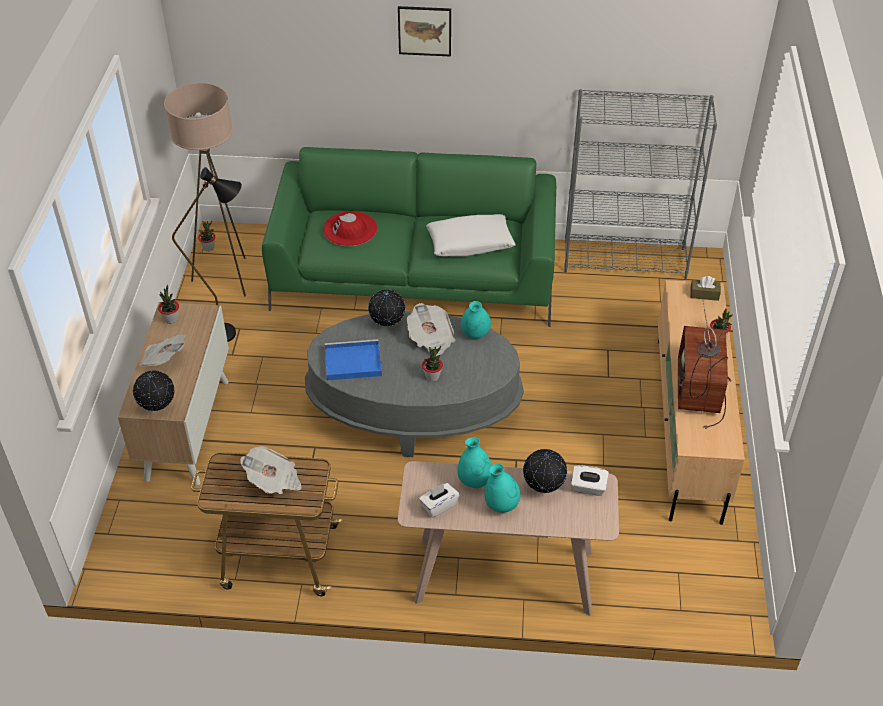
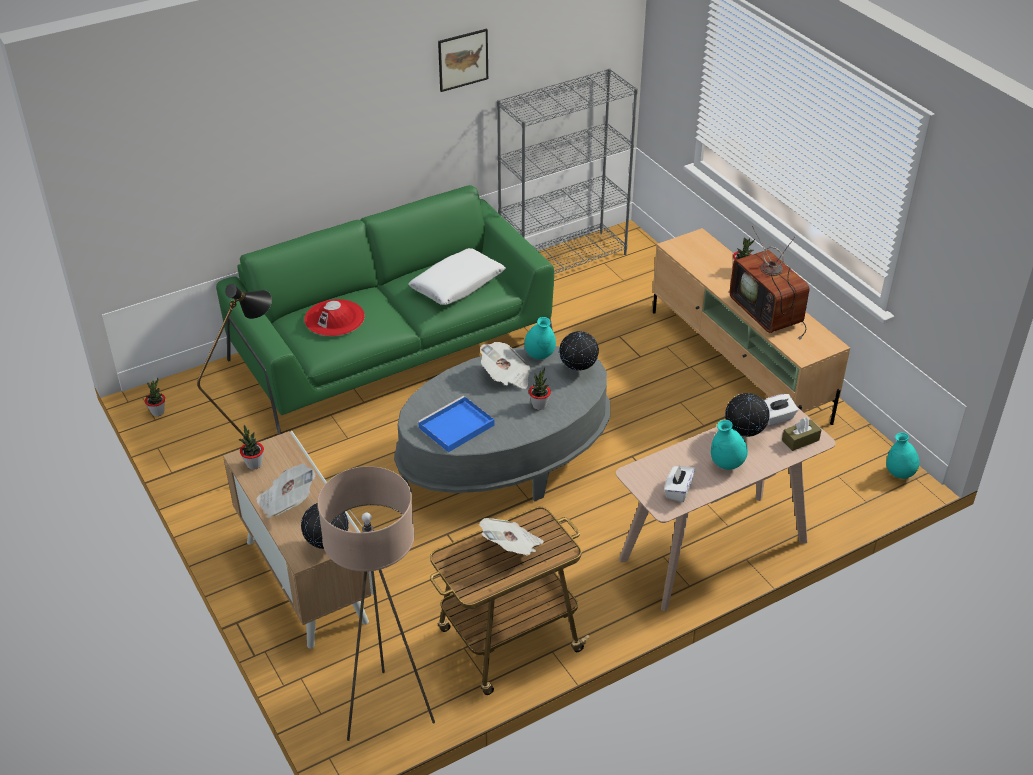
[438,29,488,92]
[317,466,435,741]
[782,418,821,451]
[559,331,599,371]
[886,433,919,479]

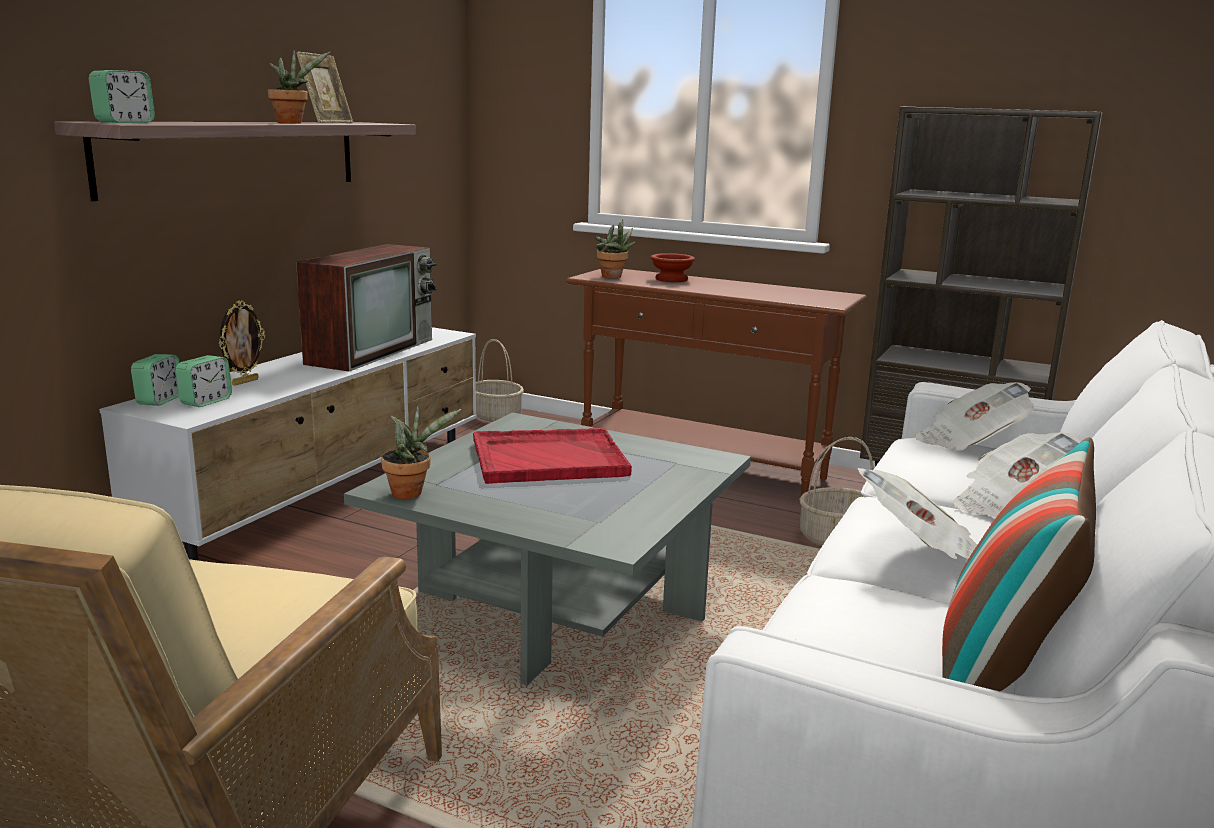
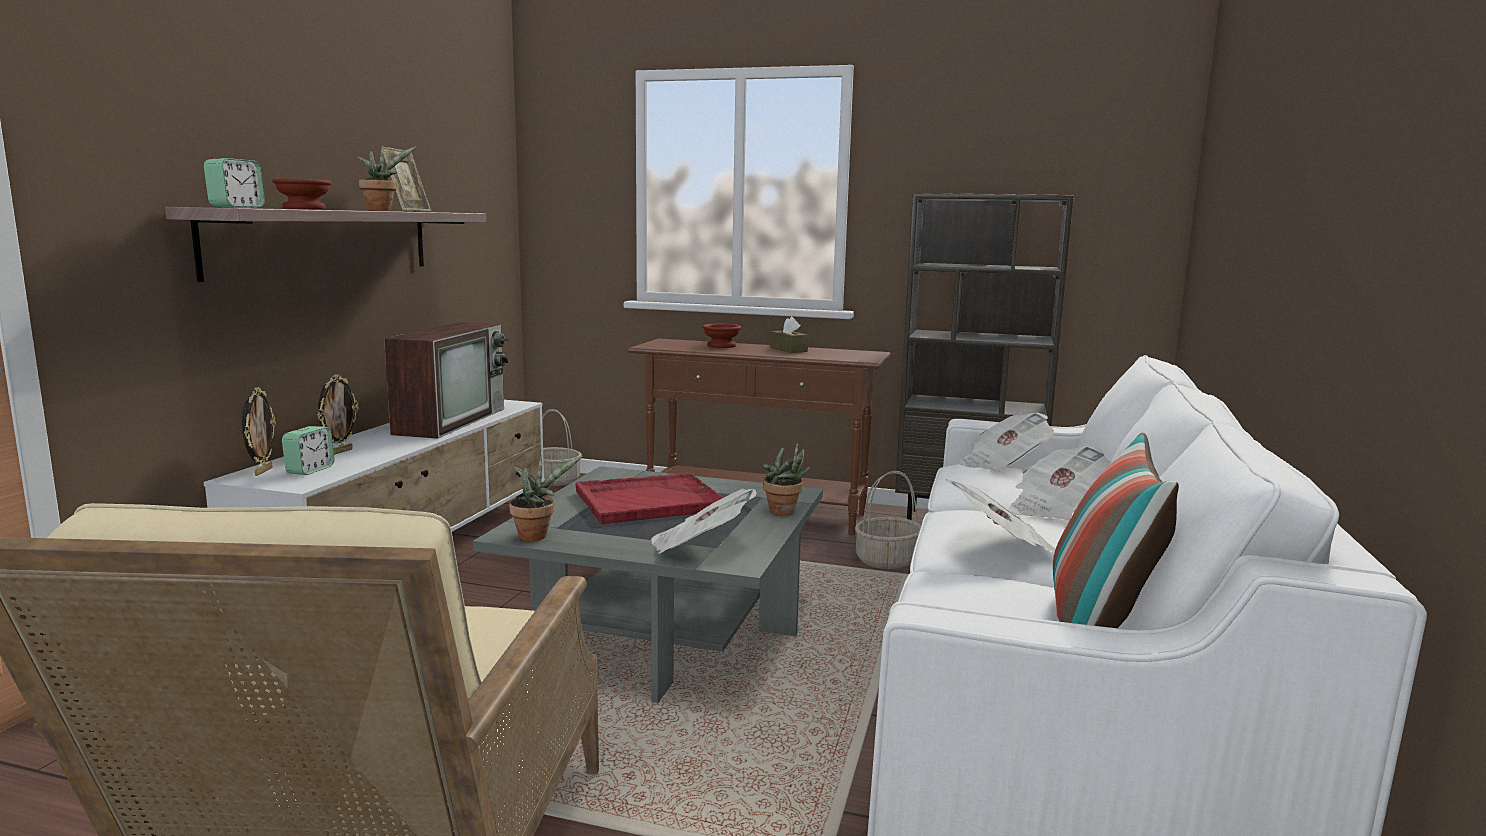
[763,442,811,515]
[242,387,276,476]
[272,179,332,209]
[771,317,808,353]
[651,489,756,554]

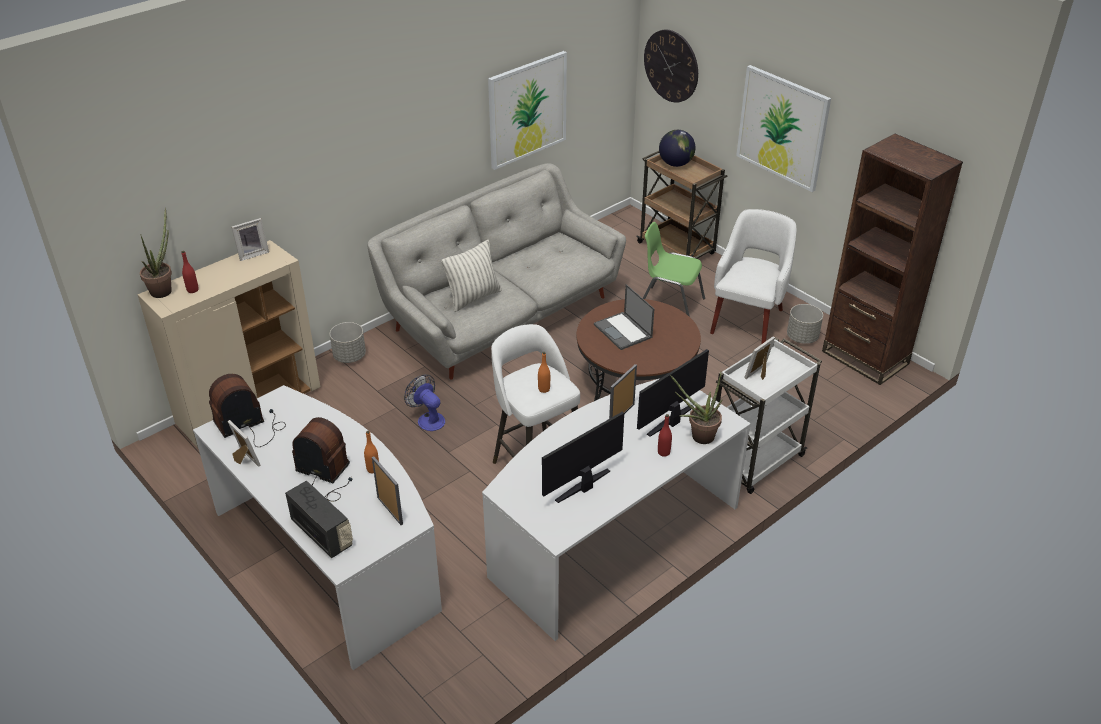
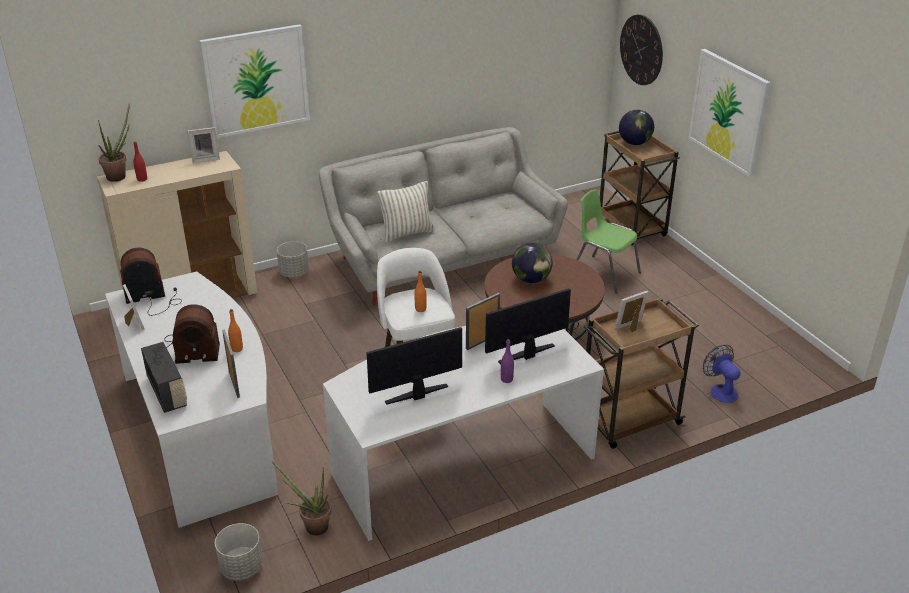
[200,24,310,138]
[822,134,963,385] (first image)
[710,209,797,344] (first image)
[512,242,553,283]
[215,523,263,580]
[584,297,699,449]
[272,462,332,536]
[703,345,741,403]
[501,339,514,383]
[164,304,220,364]

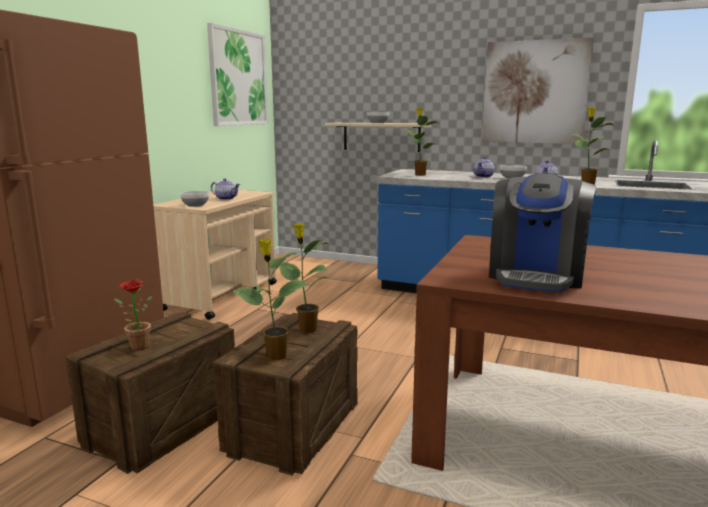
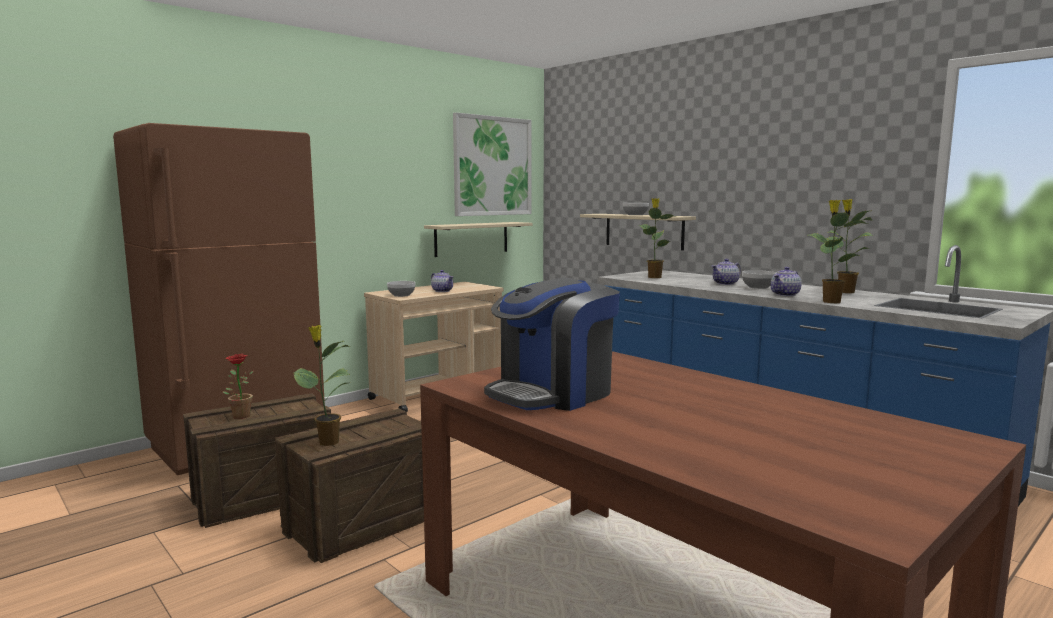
[482,37,594,144] (first image)
[826,199,873,293]
[424,222,533,257]

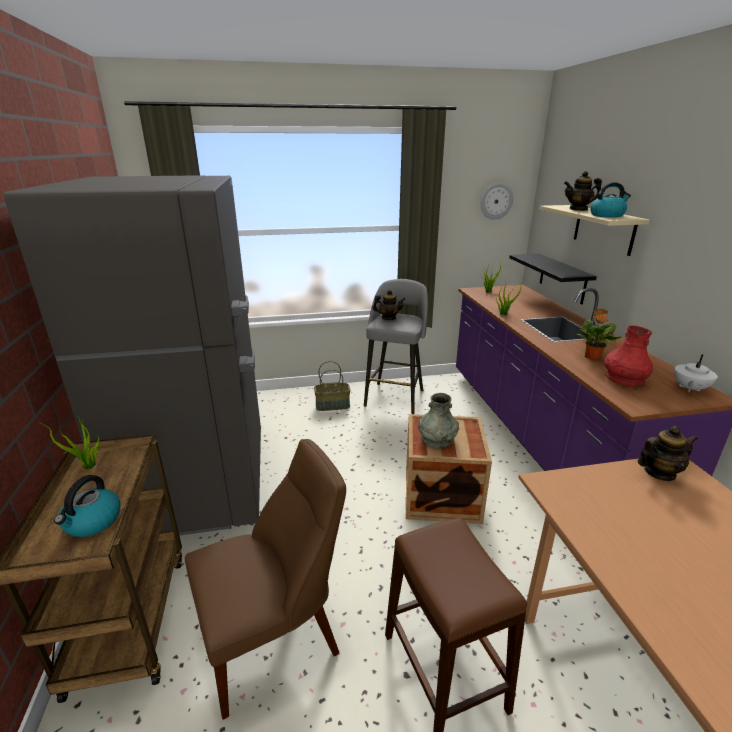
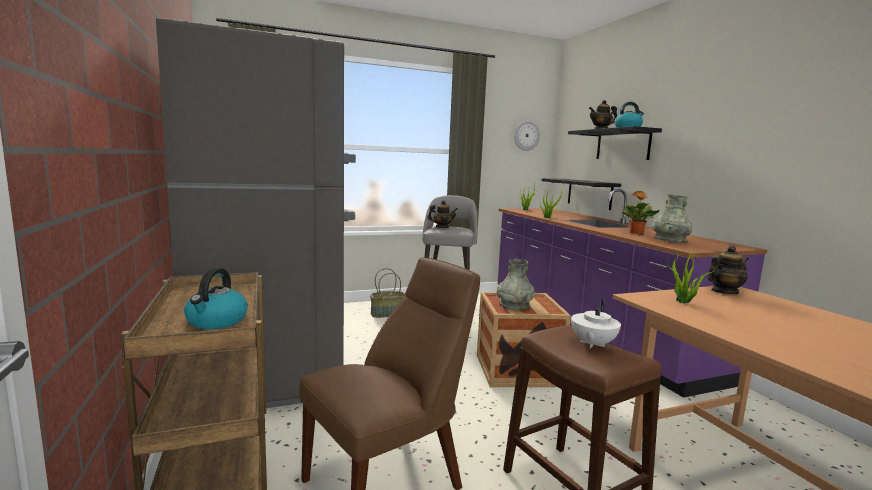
[568,126,662,160]
[652,194,693,243]
[571,298,621,349]
[667,244,717,303]

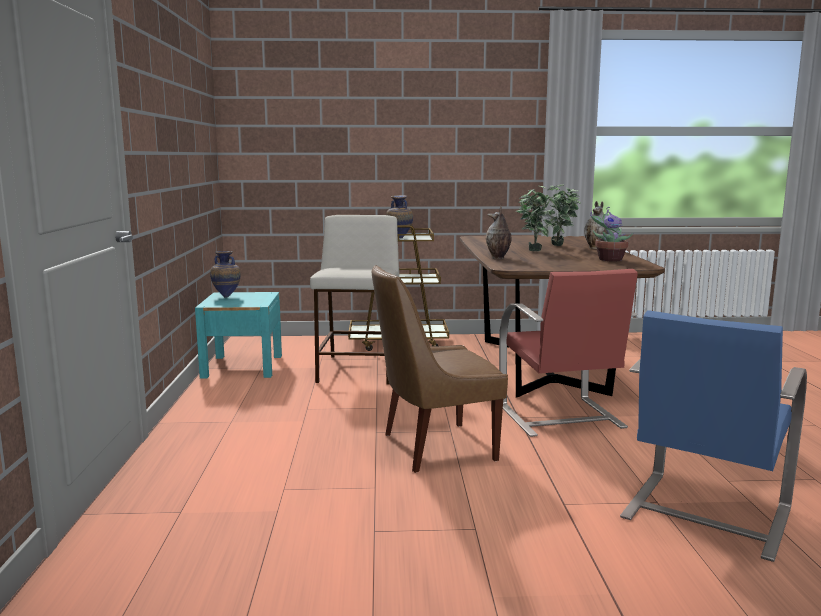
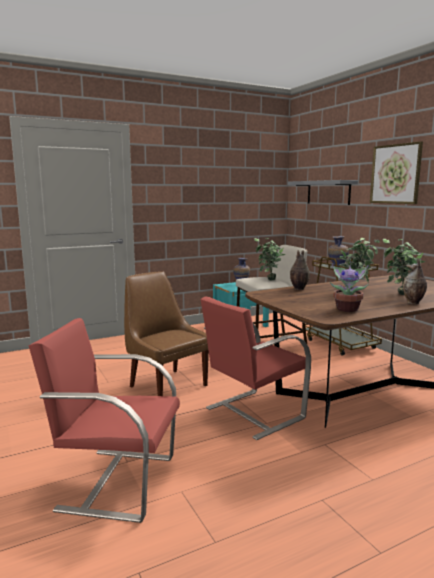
[29,318,180,523]
[370,141,423,204]
[288,180,358,205]
[254,238,286,280]

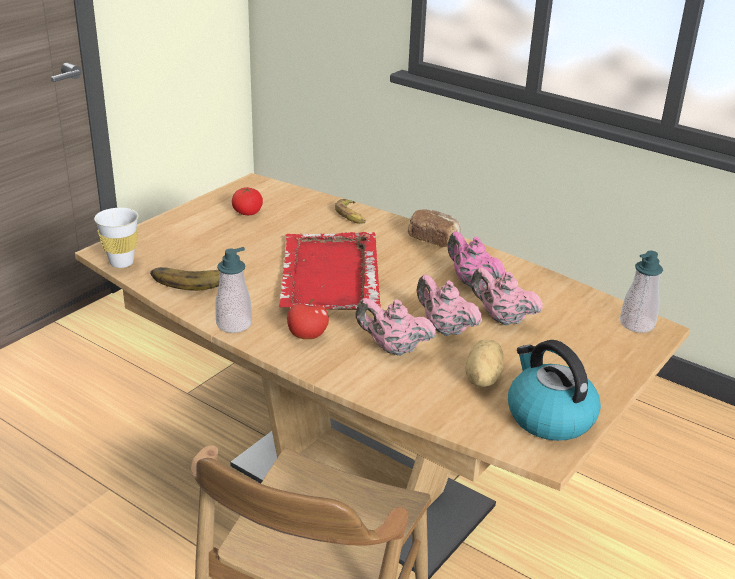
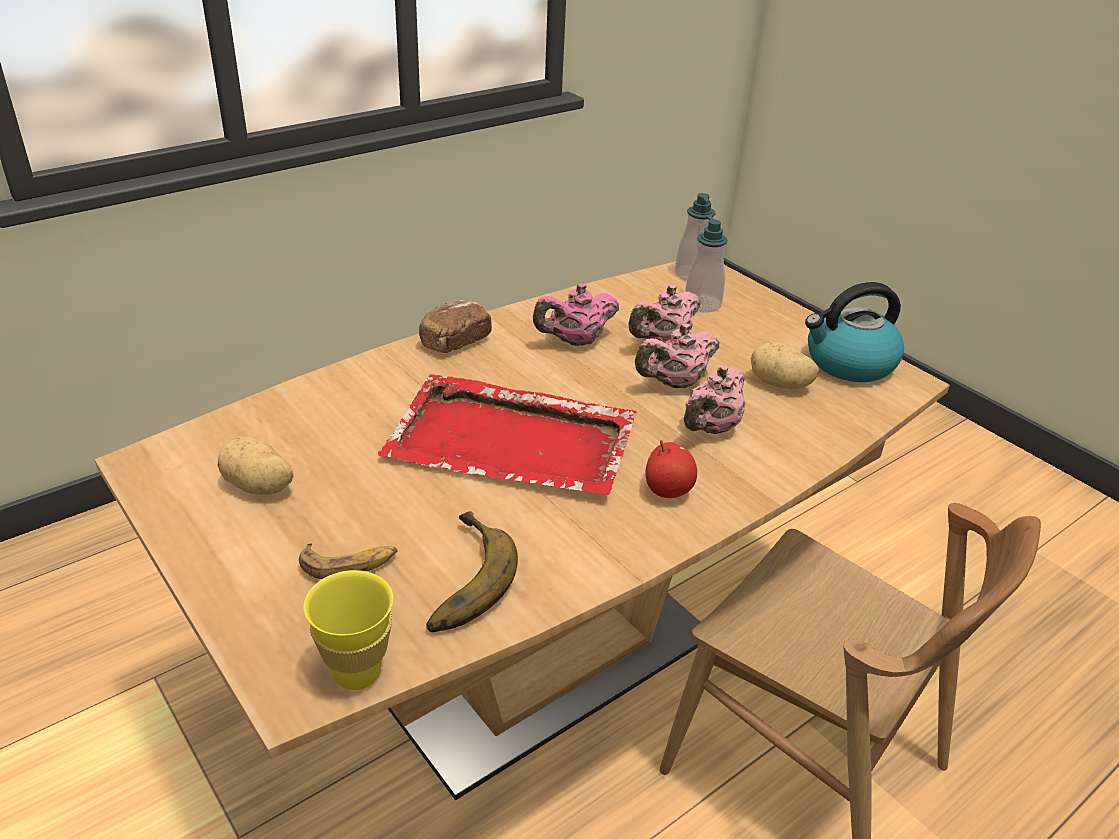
[218,436,294,495]
[299,543,397,579]
[303,570,393,690]
[685,215,727,312]

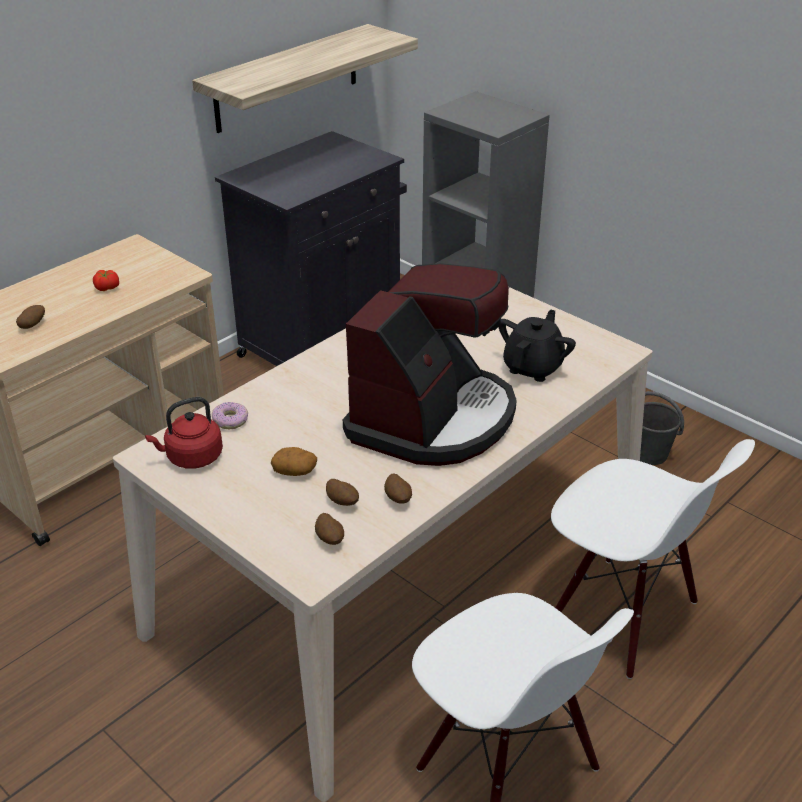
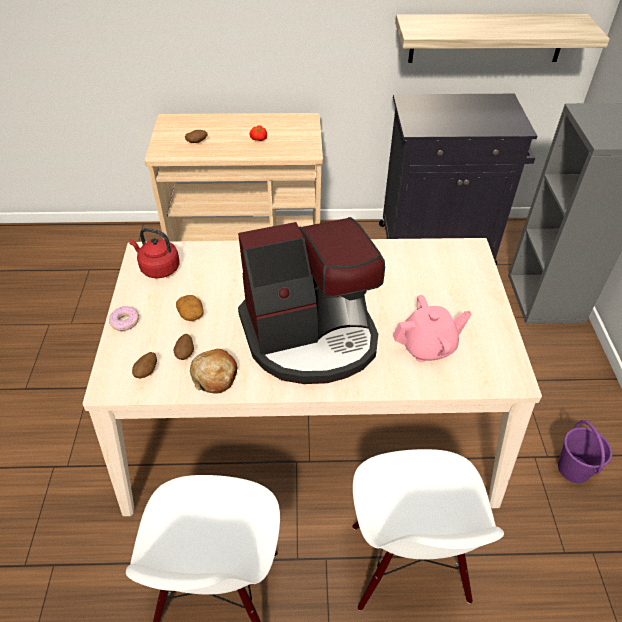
[393,295,472,362]
[558,420,612,483]
[109,306,139,331]
[190,349,237,394]

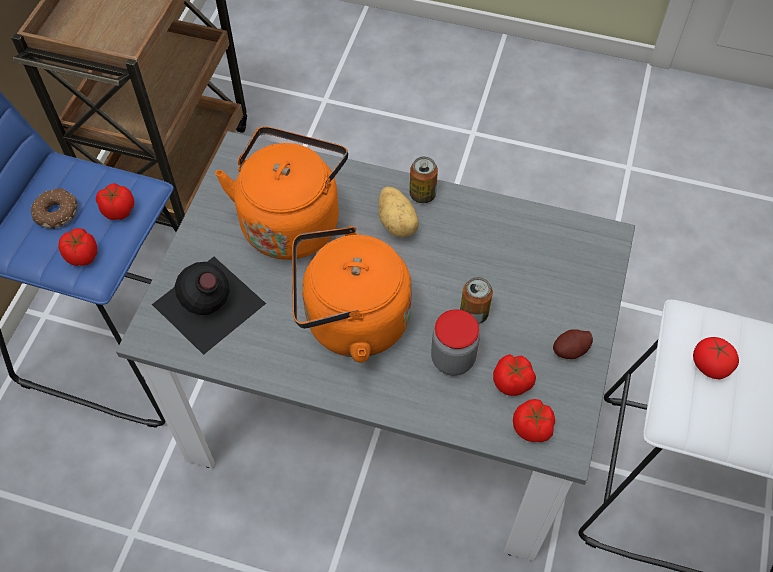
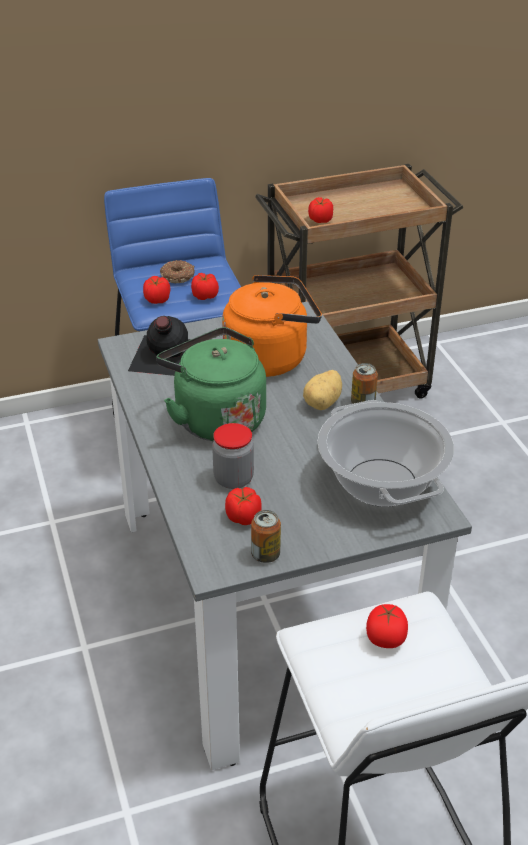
[157,327,266,441]
[251,510,281,563]
[553,329,593,359] (first image)
[308,197,333,223]
[318,400,454,507]

